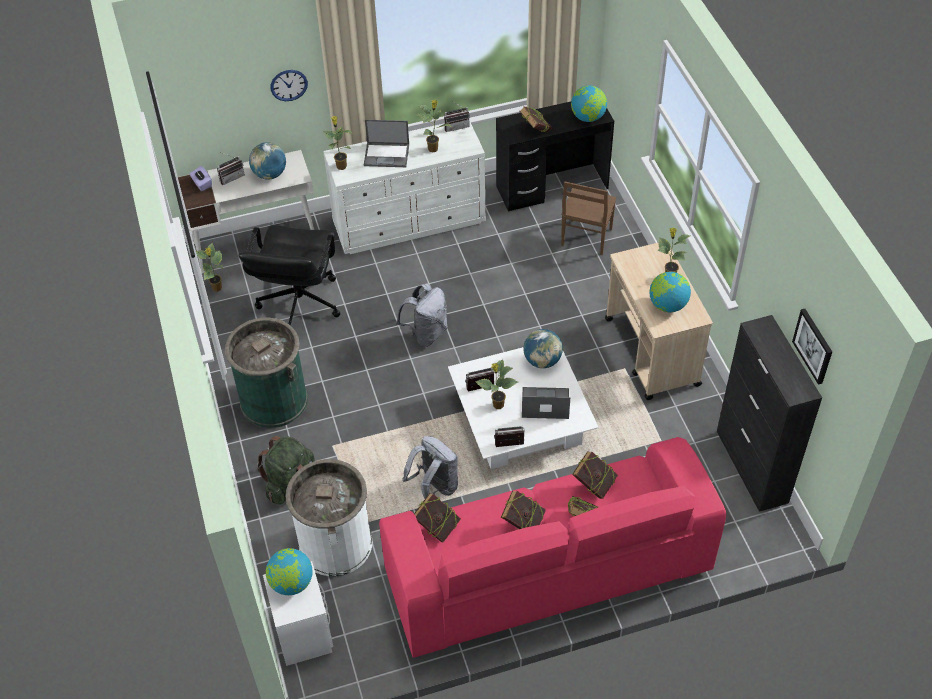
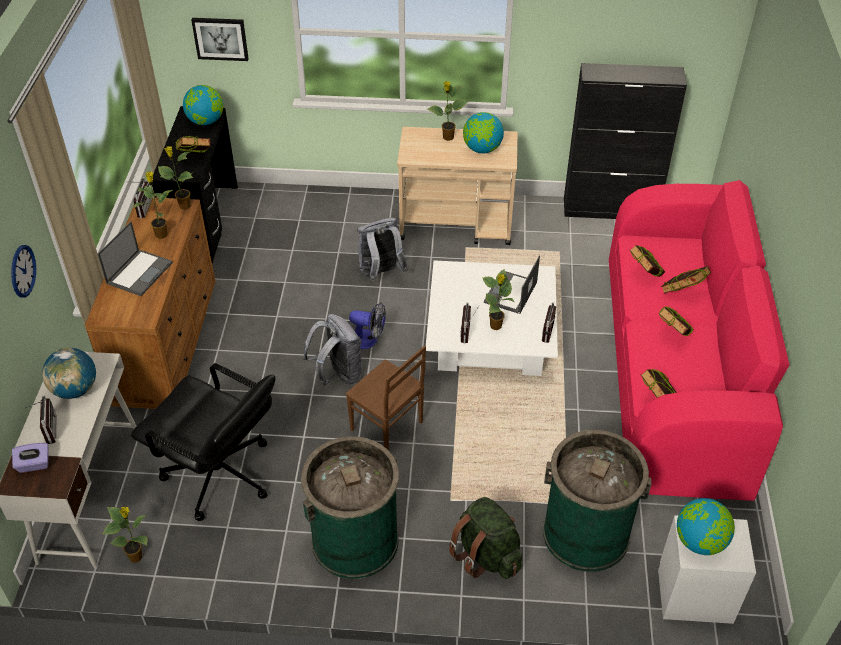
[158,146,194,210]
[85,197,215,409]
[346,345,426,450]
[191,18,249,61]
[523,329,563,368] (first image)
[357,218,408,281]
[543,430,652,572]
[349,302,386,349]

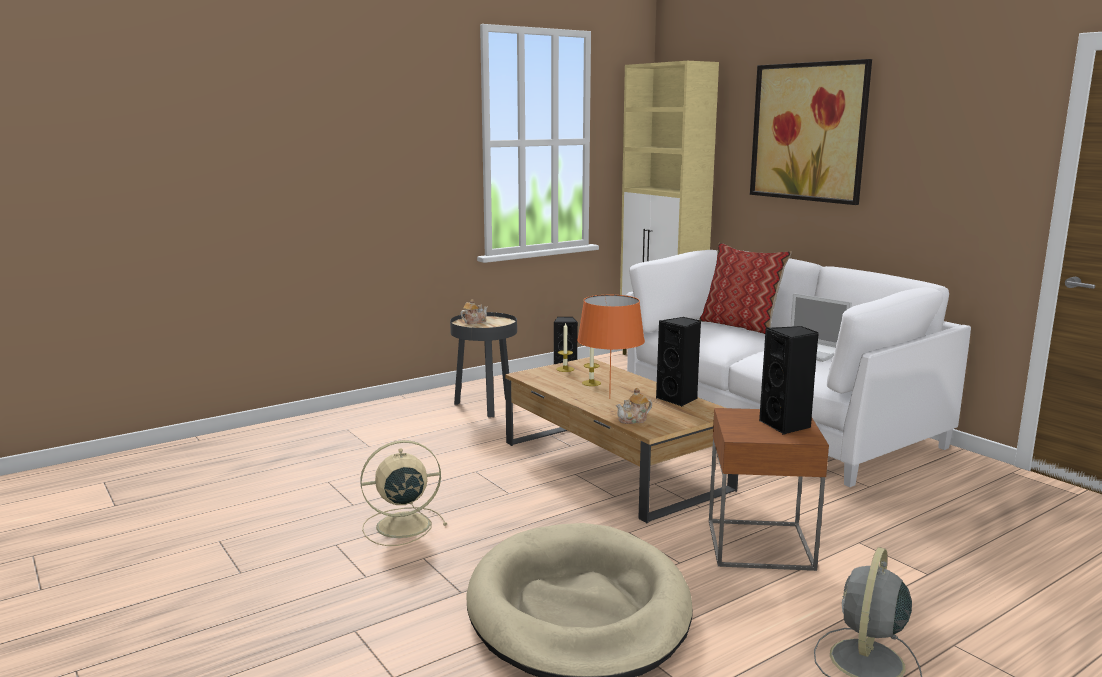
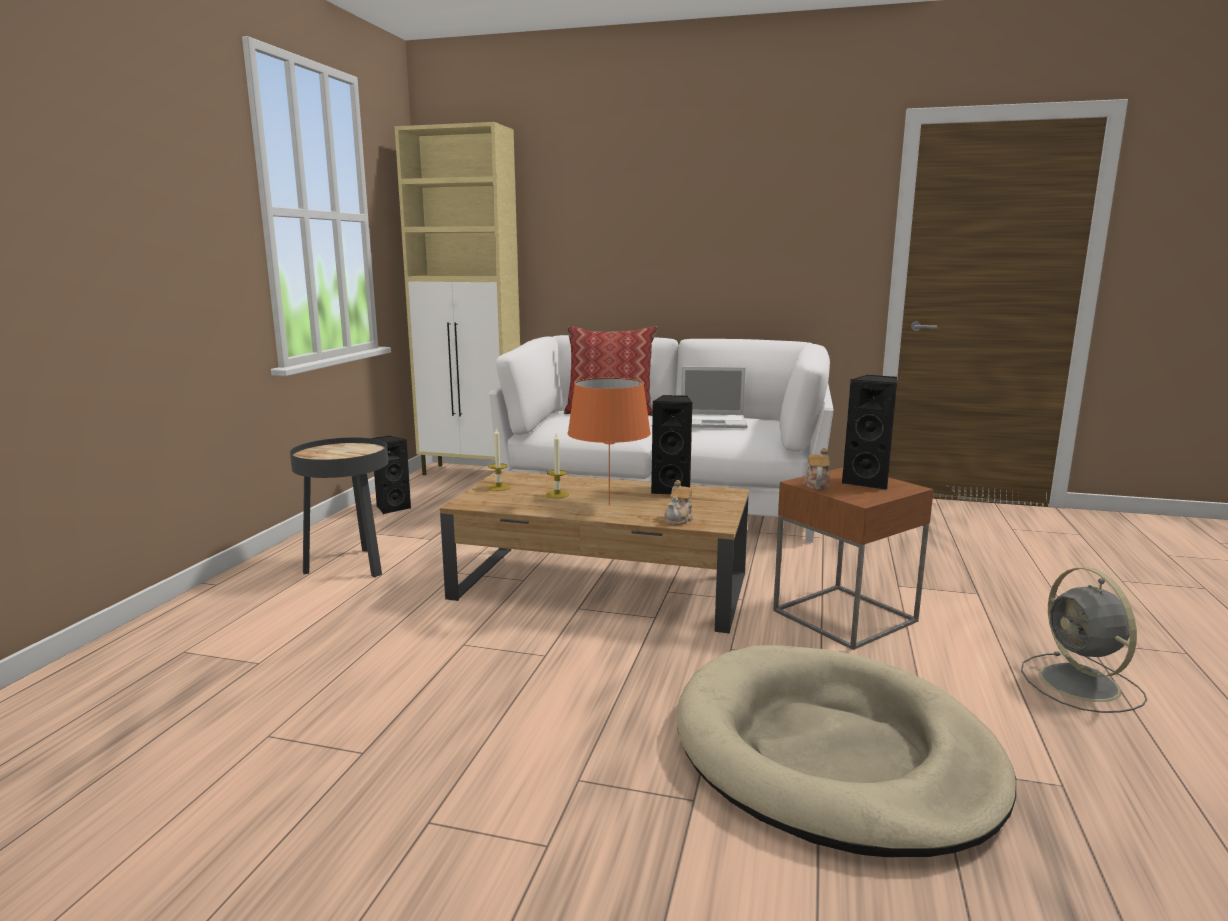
[750,59,872,205] (first image)
[803,448,830,490]
[360,440,447,546] (first image)

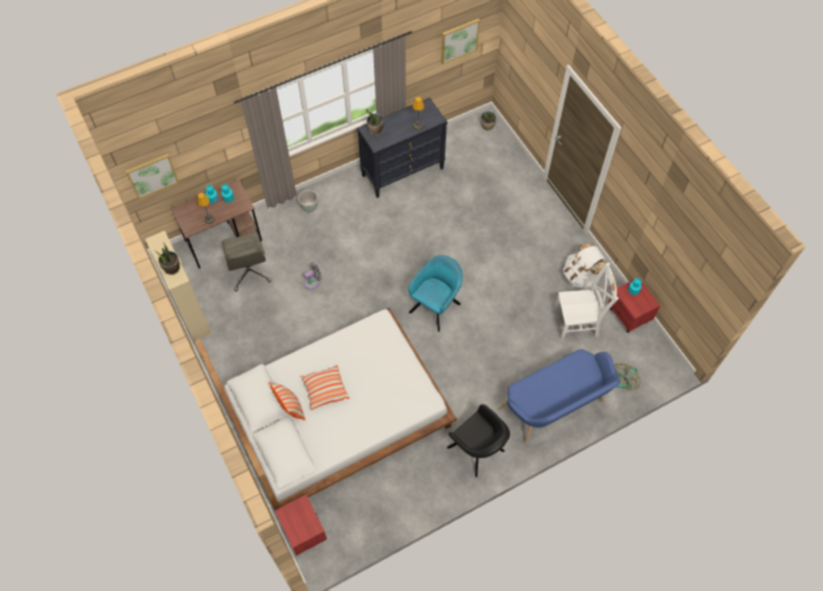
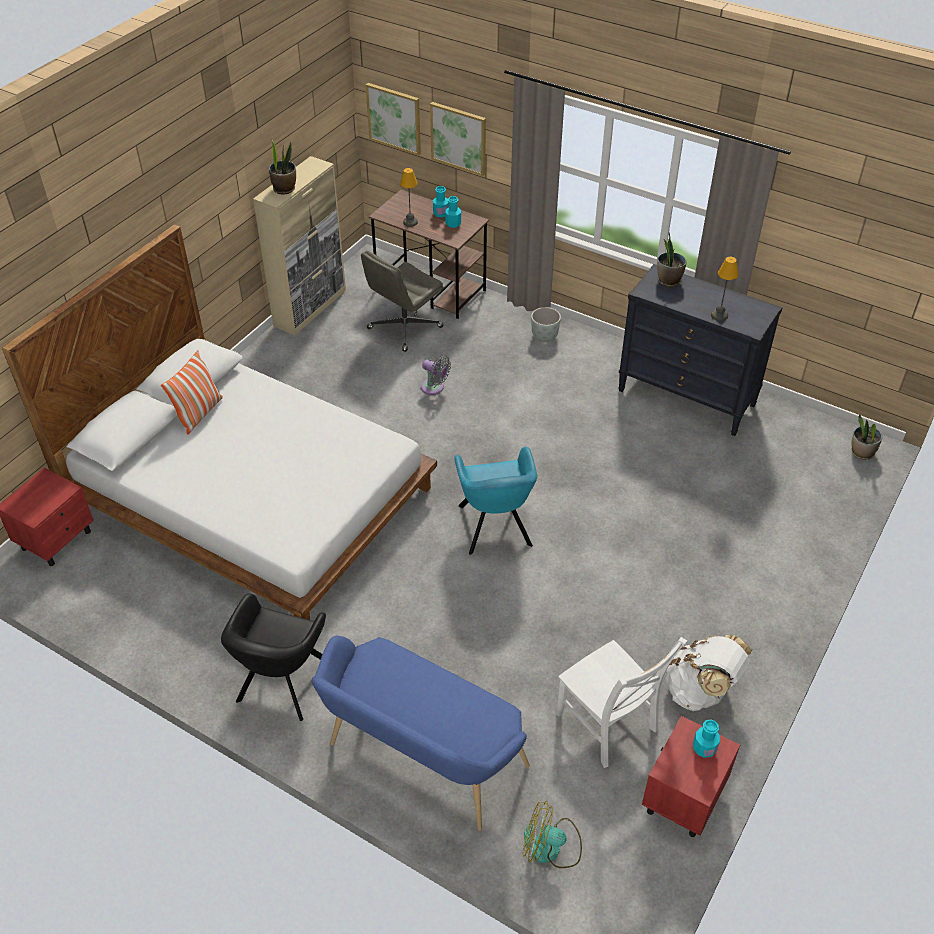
[430,102,486,176]
[454,447,537,555]
[301,365,350,410] (first image)

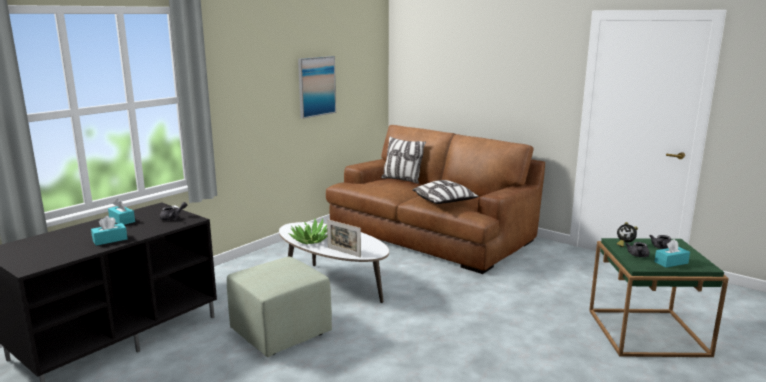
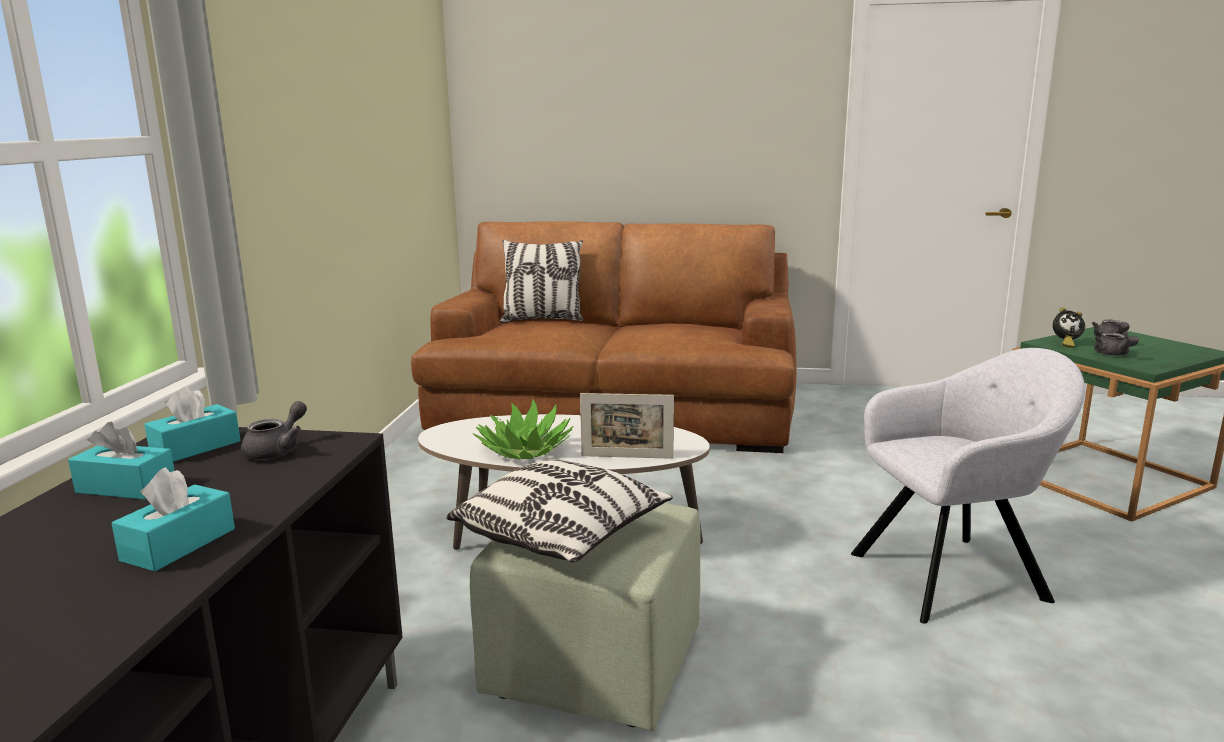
[298,56,336,119] (first image)
[446,459,673,563]
[144,387,241,462]
[851,348,1085,624]

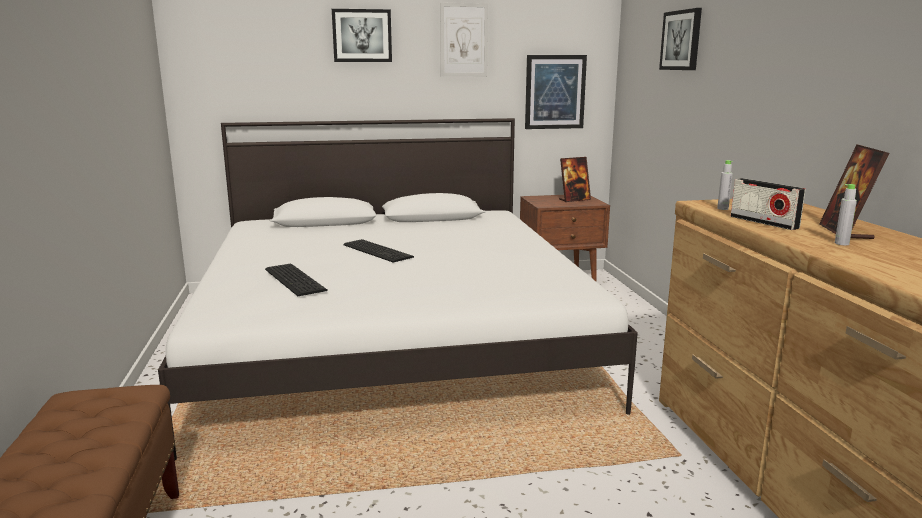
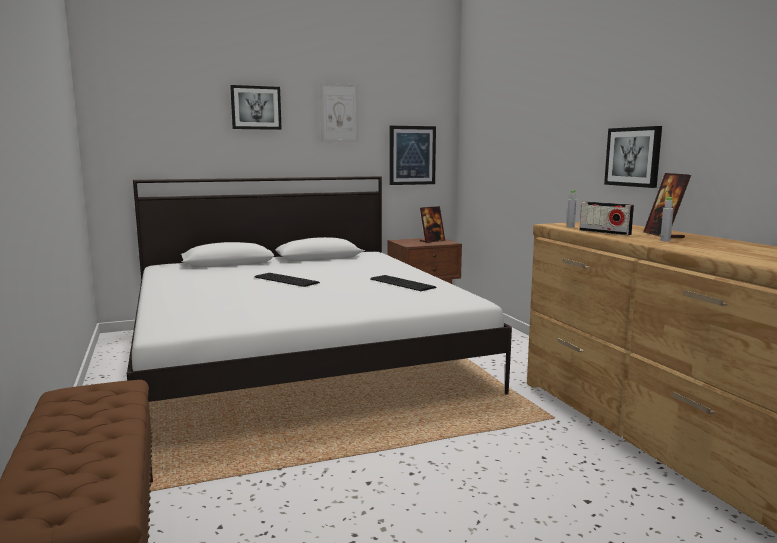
[604,126,662,188]
[370,275,437,291]

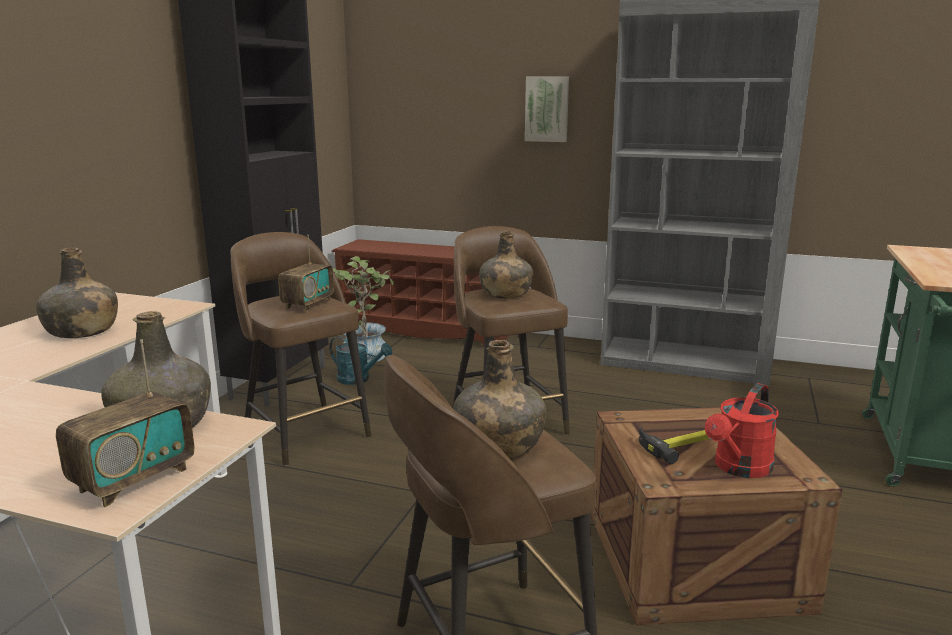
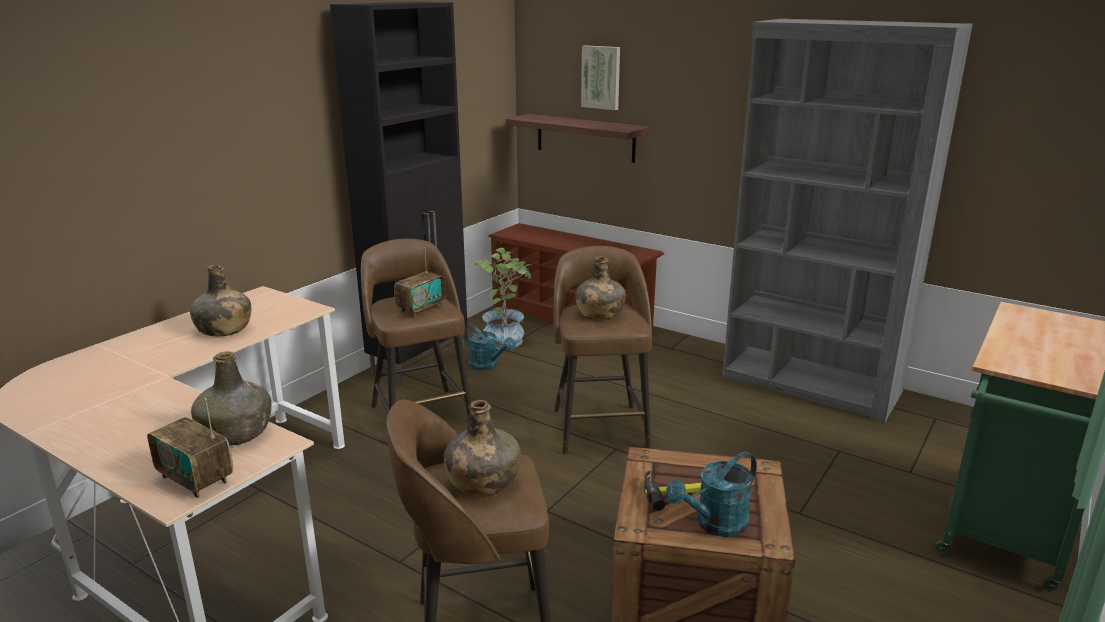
[581,45,620,110]
[147,398,233,498]
[666,452,757,537]
[505,114,649,163]

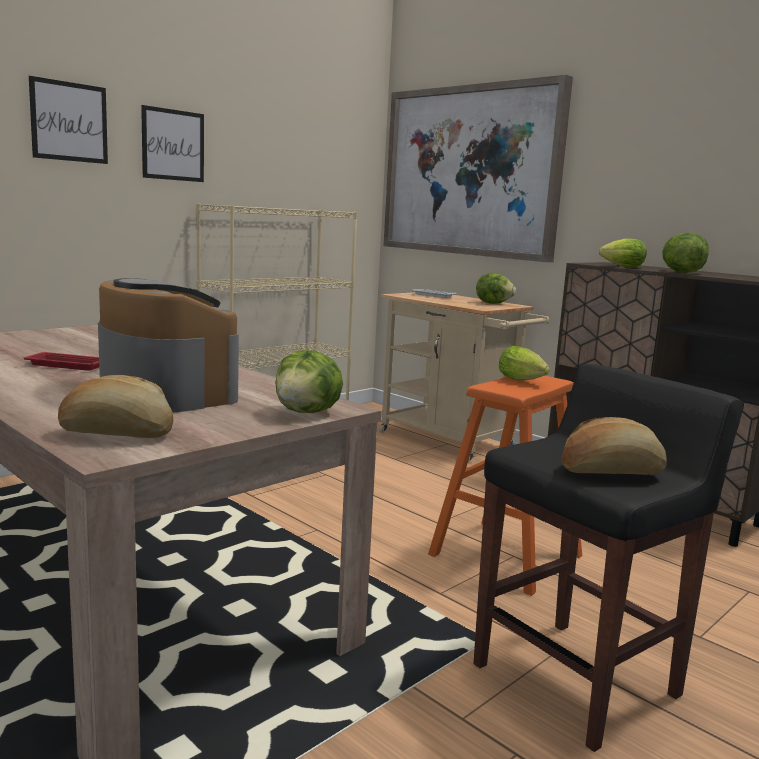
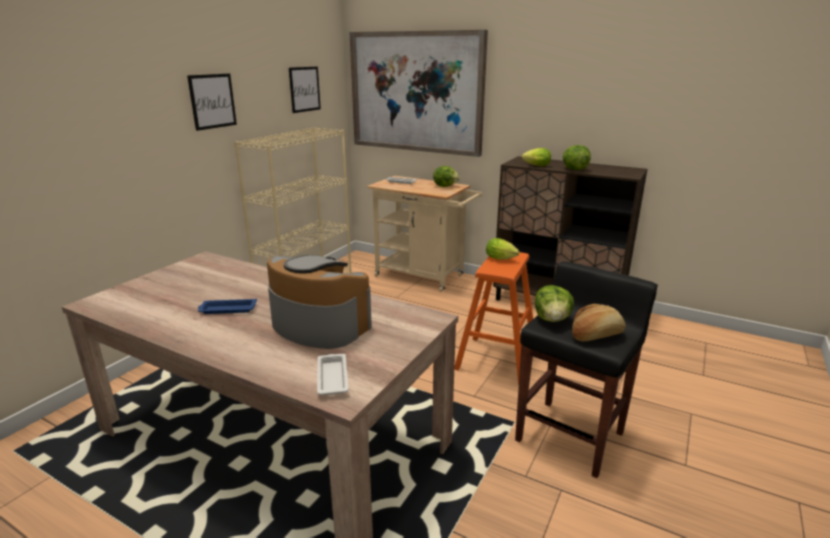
[289,67,321,113]
[535,285,574,322]
[198,298,257,314]
[317,354,349,395]

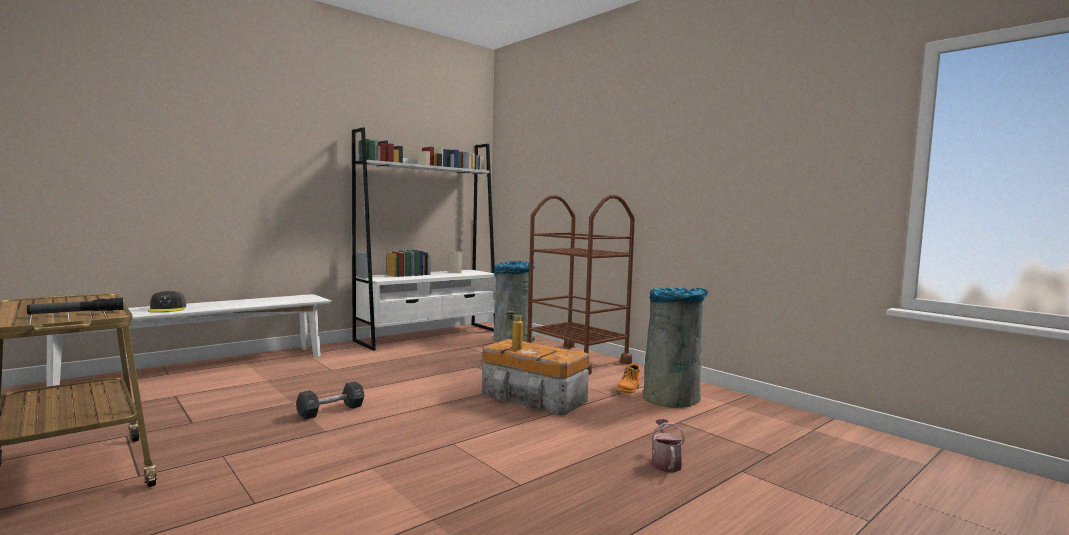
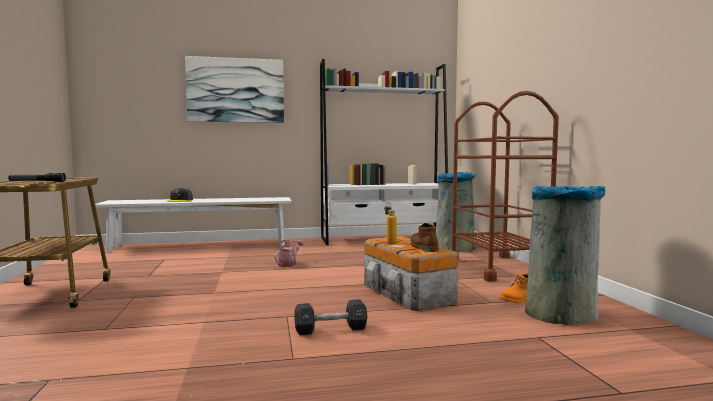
[294,299,368,335]
[275,239,303,267]
[185,56,284,123]
[411,223,439,252]

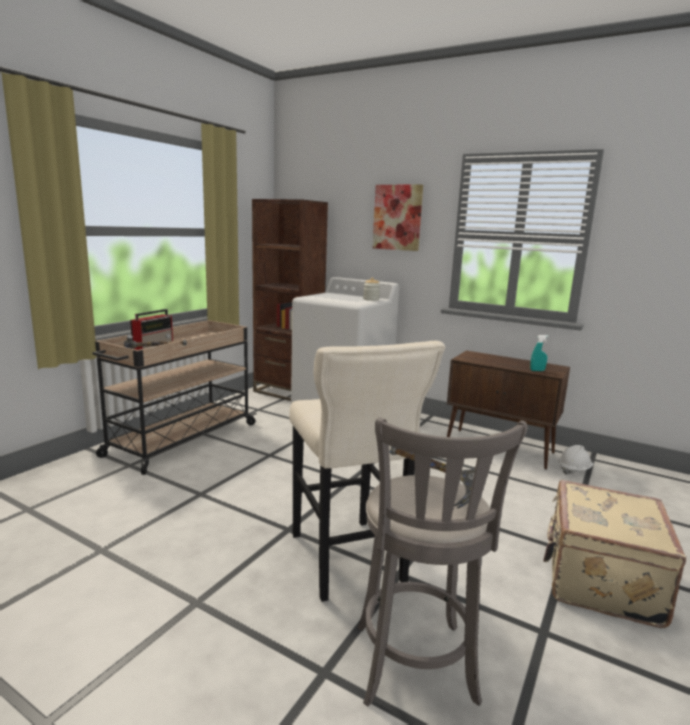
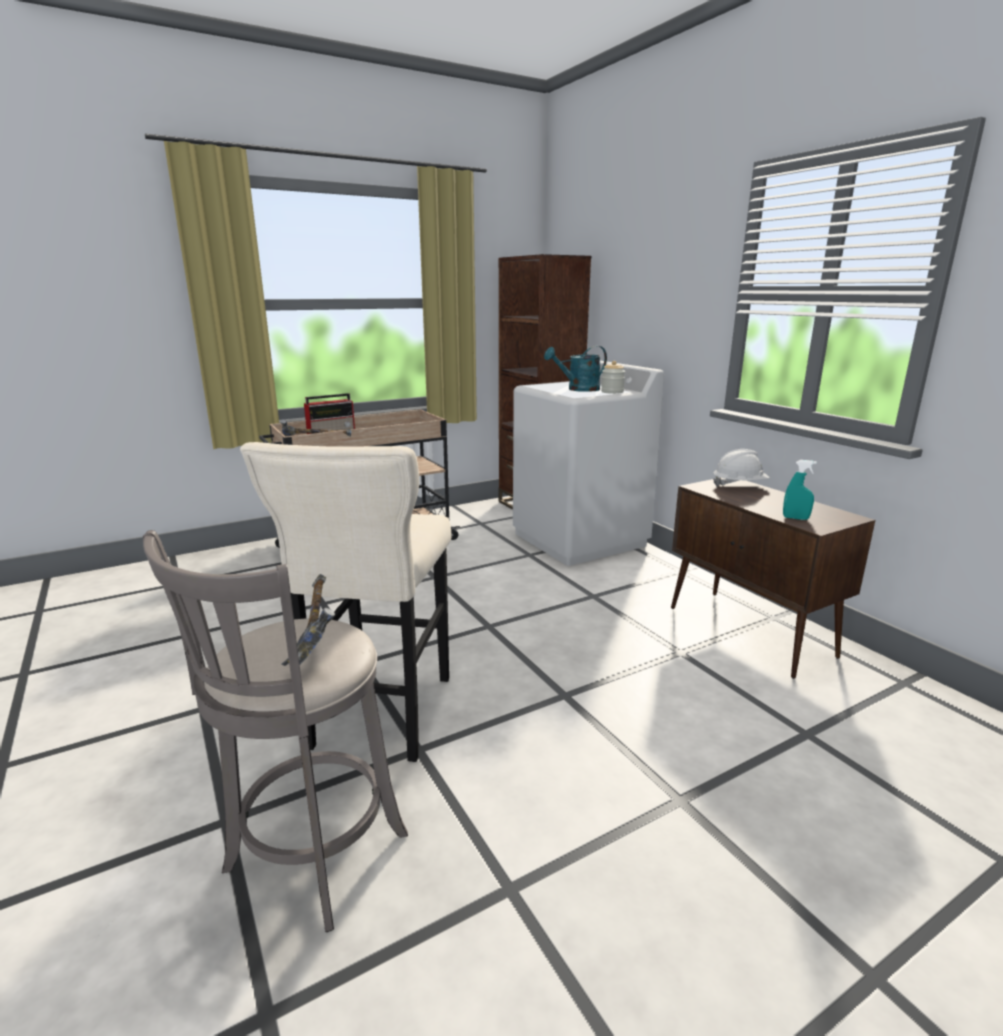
[372,184,423,251] (first image)
[713,449,770,487]
[543,480,686,628] (first image)
[544,346,607,392]

